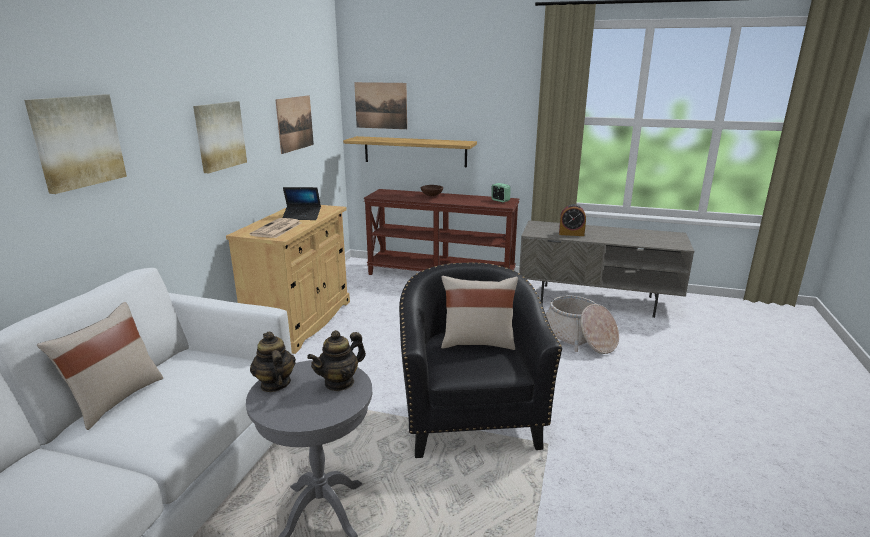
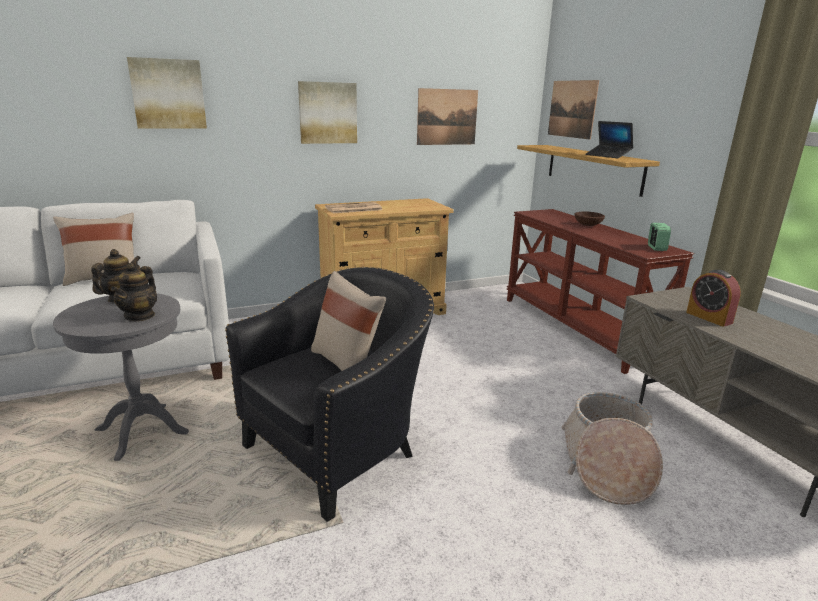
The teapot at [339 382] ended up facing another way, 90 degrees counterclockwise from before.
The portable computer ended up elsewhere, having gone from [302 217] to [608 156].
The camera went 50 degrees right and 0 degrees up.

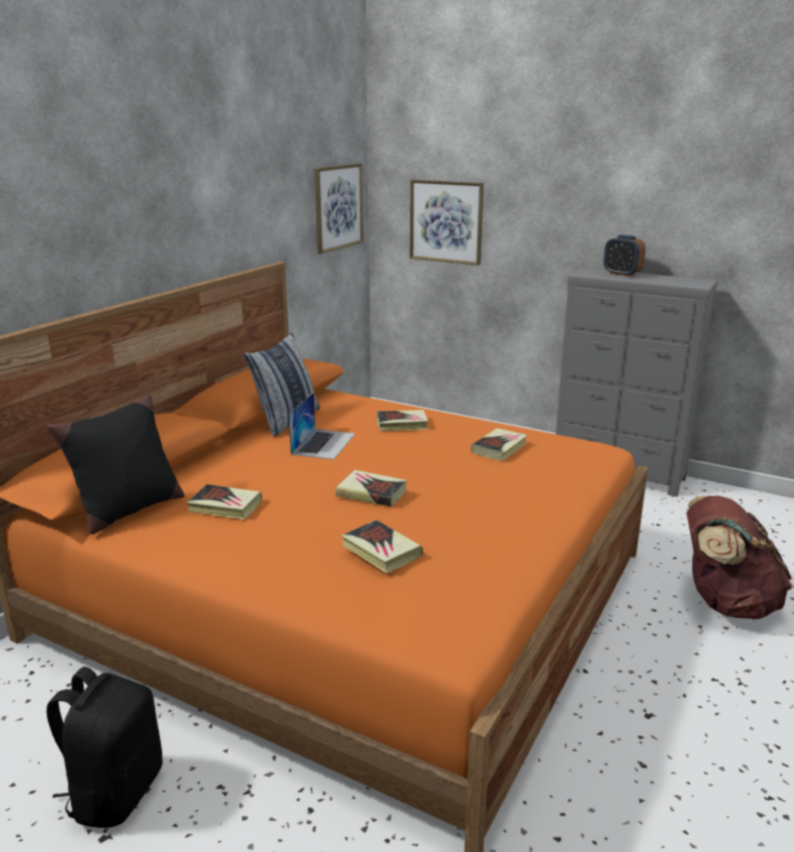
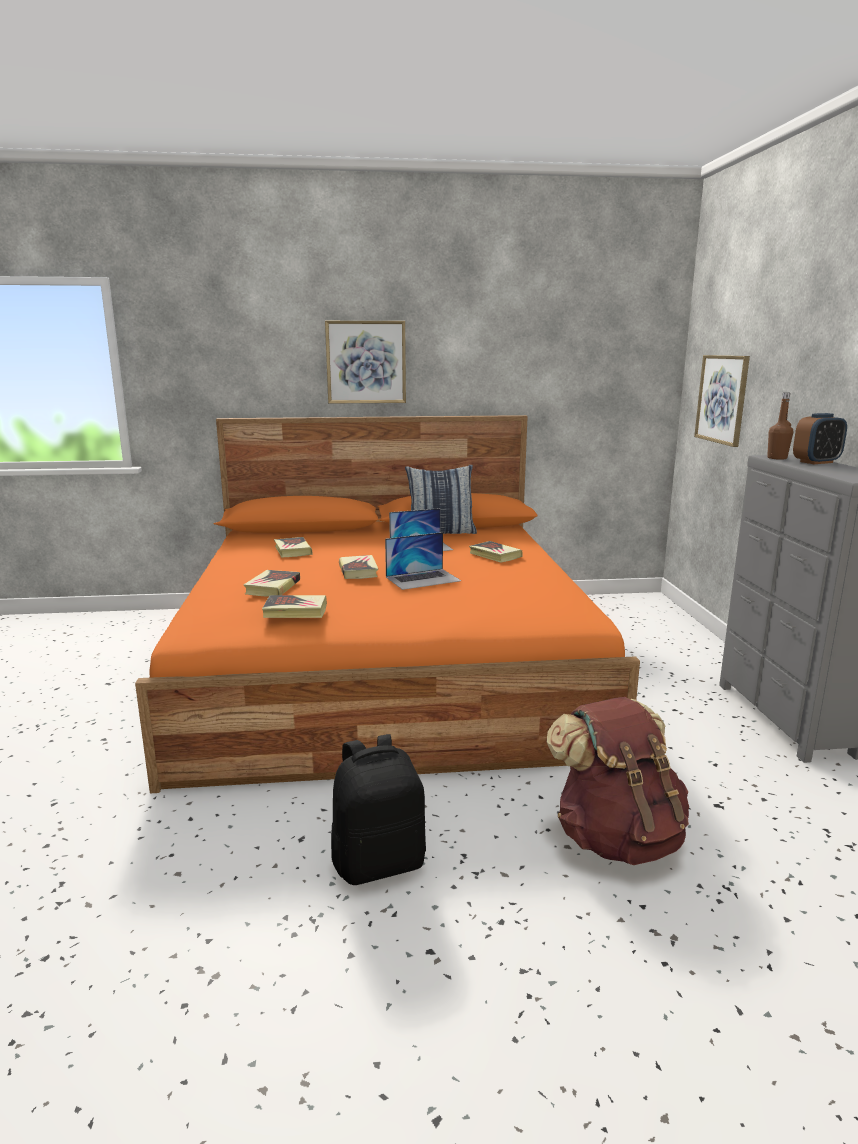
The book ended up elsewhere, having gone from [499 448] to [295 611].
The picture ended up elsewhere, having gone from [338 207] to [366 362].
The blackish knapsack ended up elsewhere, having gone from [115 792] to [379 862].
The second view gained the portable computer at [423 579].
The second view gained the brownish beverage bottle at [777 458].
The bedside clock at [622 274] ended up facing another way, 120 degrees counterclockwise from before.
The second view lost the blackish cushion at [128 511].
The camera went 55 degrees right and 5 degrees down.

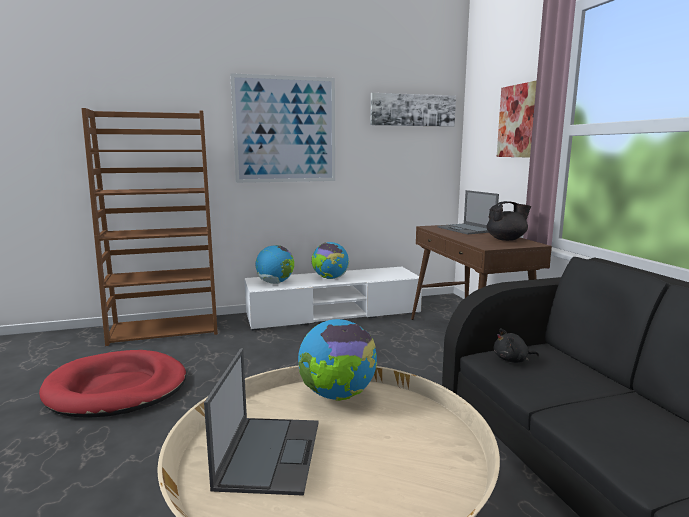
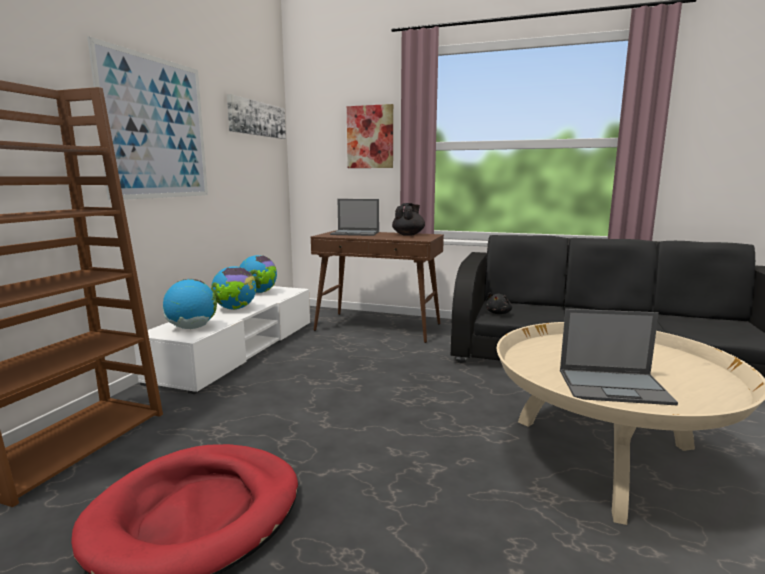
The desk globe ended up elsewhere, having gone from [337 395] to [258 293].
The portable computer at [269 453] ended up facing another way, 150 degrees clockwise from before.
The camera went 55 degrees left and 0 degrees up.

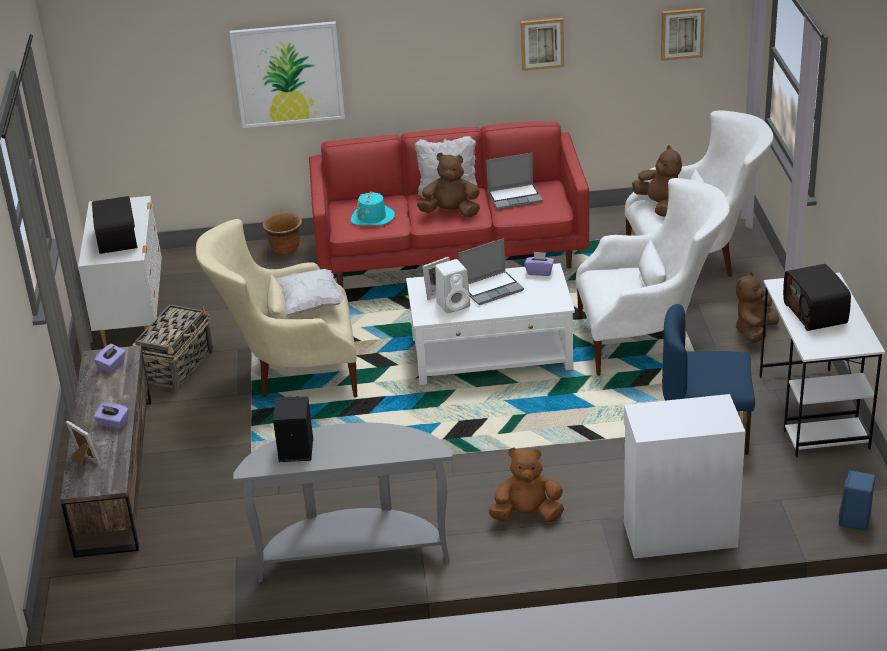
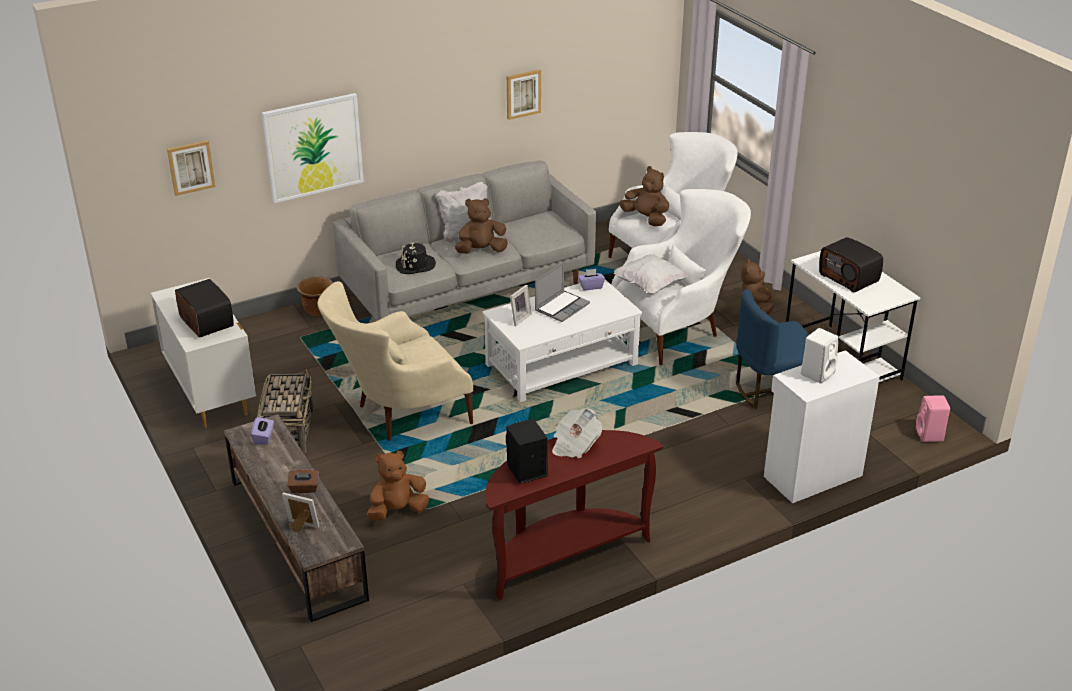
The picture ended up elsewhere, having gone from [682 33] to [191 167].
What was the purplish tissue holder at [113 423] turned into the brownish tissue holder at [304 489].
What was the red-coloured settee at [451 255] turned into the grey settee at [469 290].
The brownish cuddly toy ended up elsewhere, having gone from [527 515] to [397 511].
What was the blue-green clothing hat at [372 217] turned into the blackish clothing hat at [415 265].
What was the grey narrow table at [353 553] turned into the brownish narrow table at [564 554].
The second view gained the daily paper at [574 445].
The white-coloured cushion ended up elsewhere, having gone from [308 305] to [650 285].
The white-coloured speaker ended up elsewhere, having gone from [454 304] to [818 373].
What was the blue-coloured speaker at [855 520] turned into the pink-coloured speaker at [930 435].
The second view lost the portable computer at [515 197].
The camera went 25 degrees left and 0 degrees up.

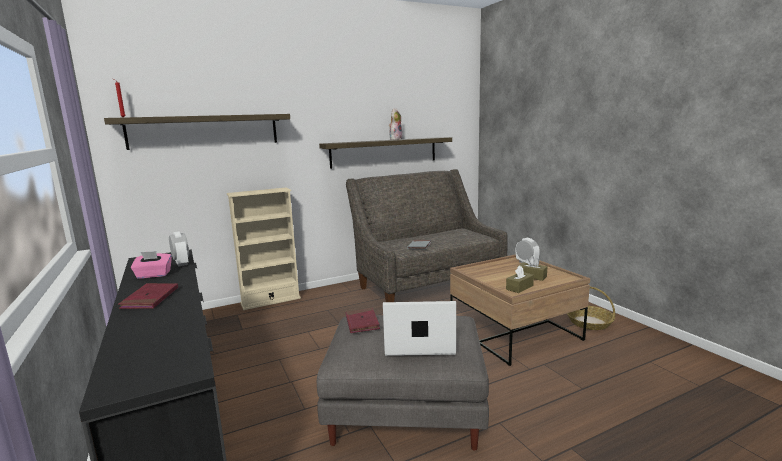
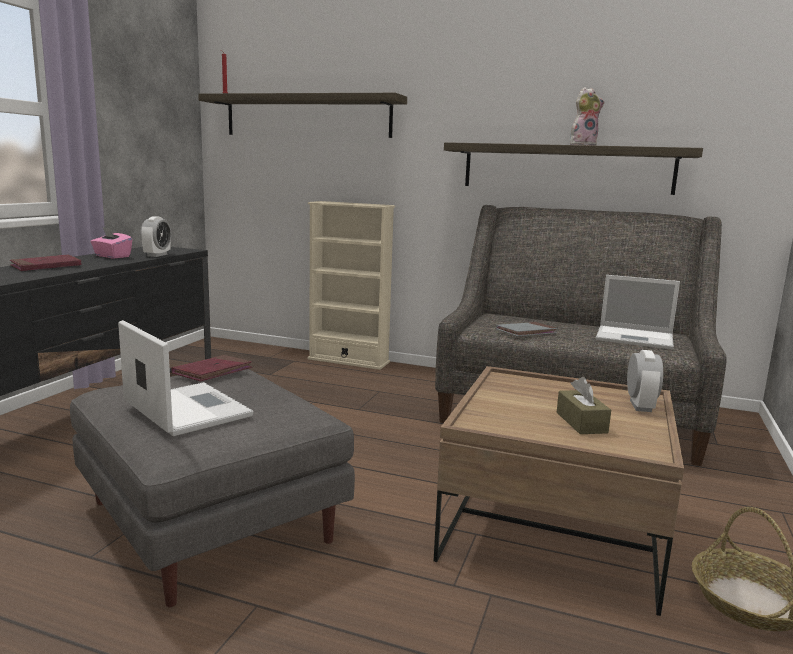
The second view gained the portable computer at [636 338].
The second view lost the brownish tissue holder at [519 287].
The camera went 45 degrees right and 0 degrees up.

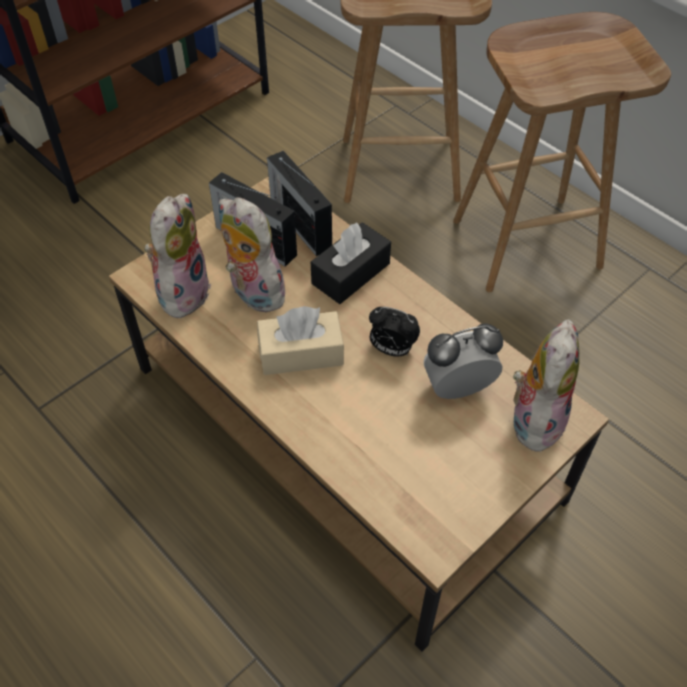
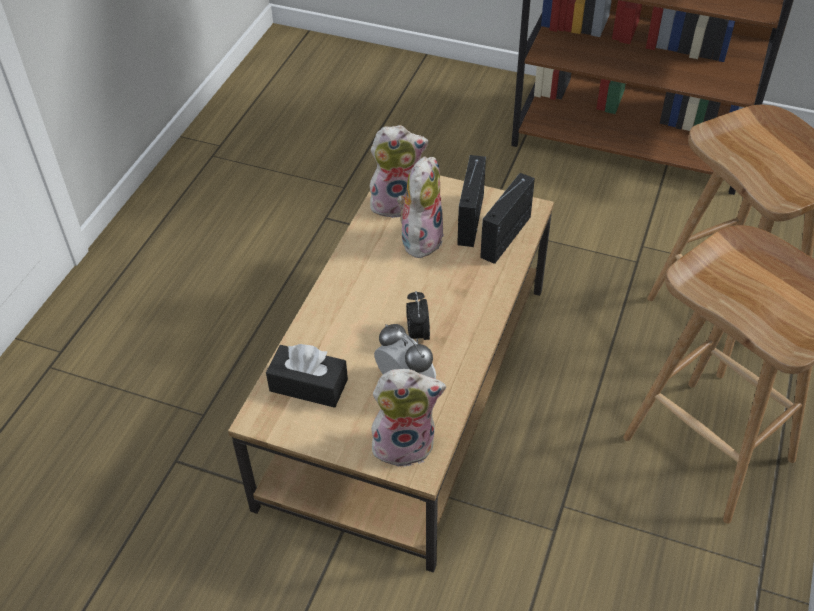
The blackish tissue holder ended up elsewhere, having gone from [351 273] to [308 385].
The second view lost the sand-coloured tissue holder at [301 353].
The camera went 65 degrees right and 5 degrees down.

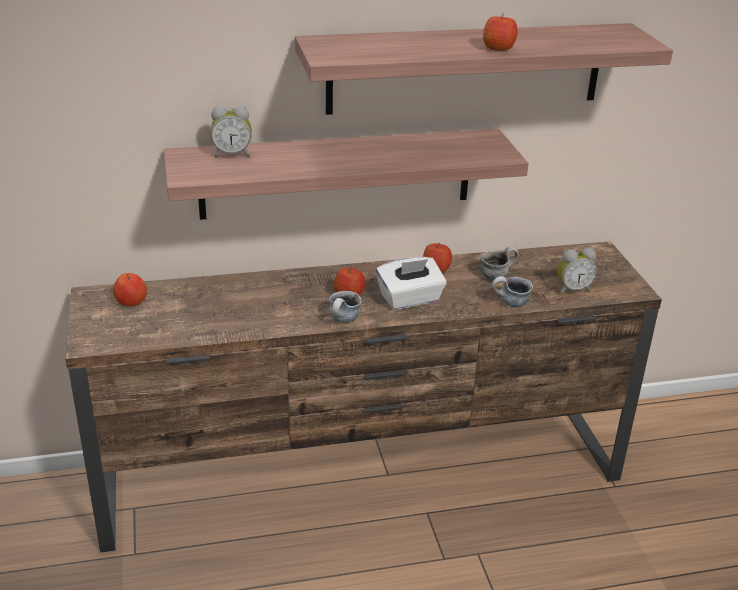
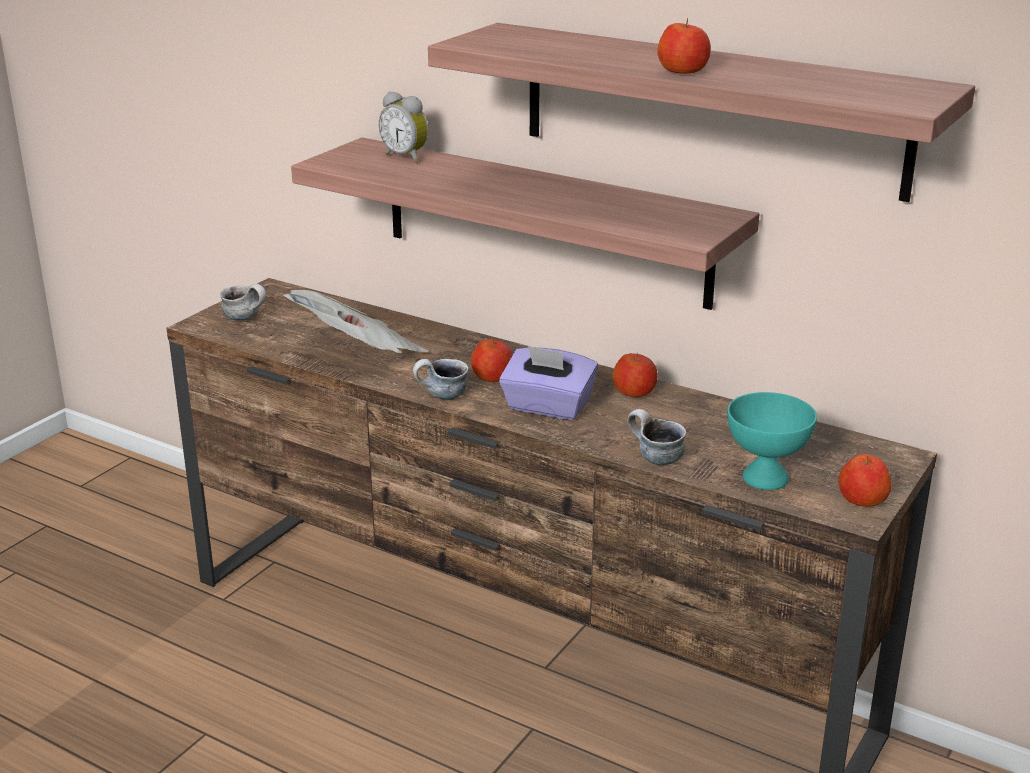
The mug ended up elsewhere, having gone from [497 275] to [247 318].
The second view gained the daily paper at [359 356].
What was the white-coloured tissue holder at [410 299] turned into the purplish tissue holder at [547 407].
Where the bedside clock stood at [572 289], the blue-green deep dish came to stand at [767 478].
The whole apple ended up elsewhere, having gone from [131 302] to [862 500].
The camera went 45 degrees right and 5 degrees down.

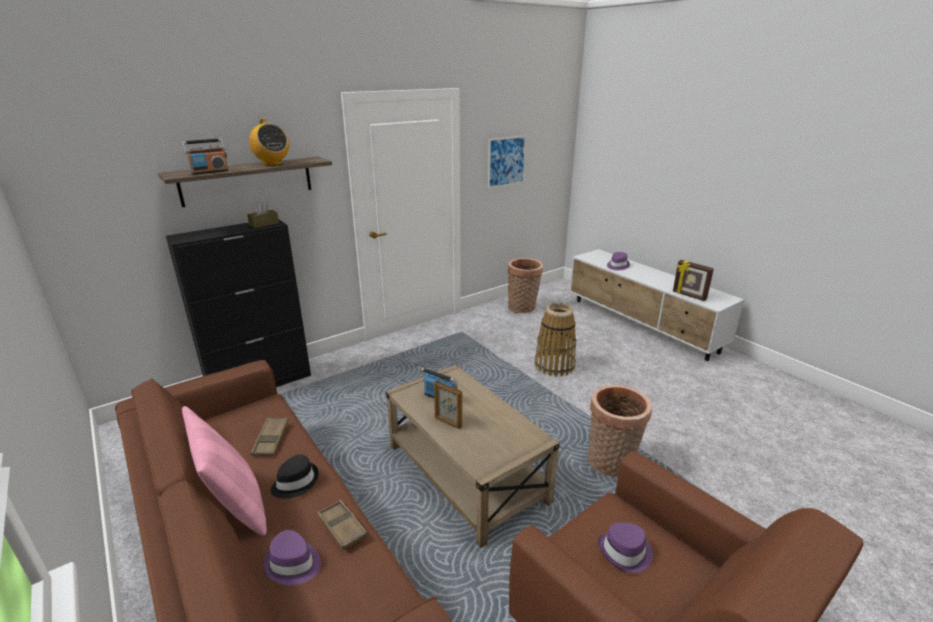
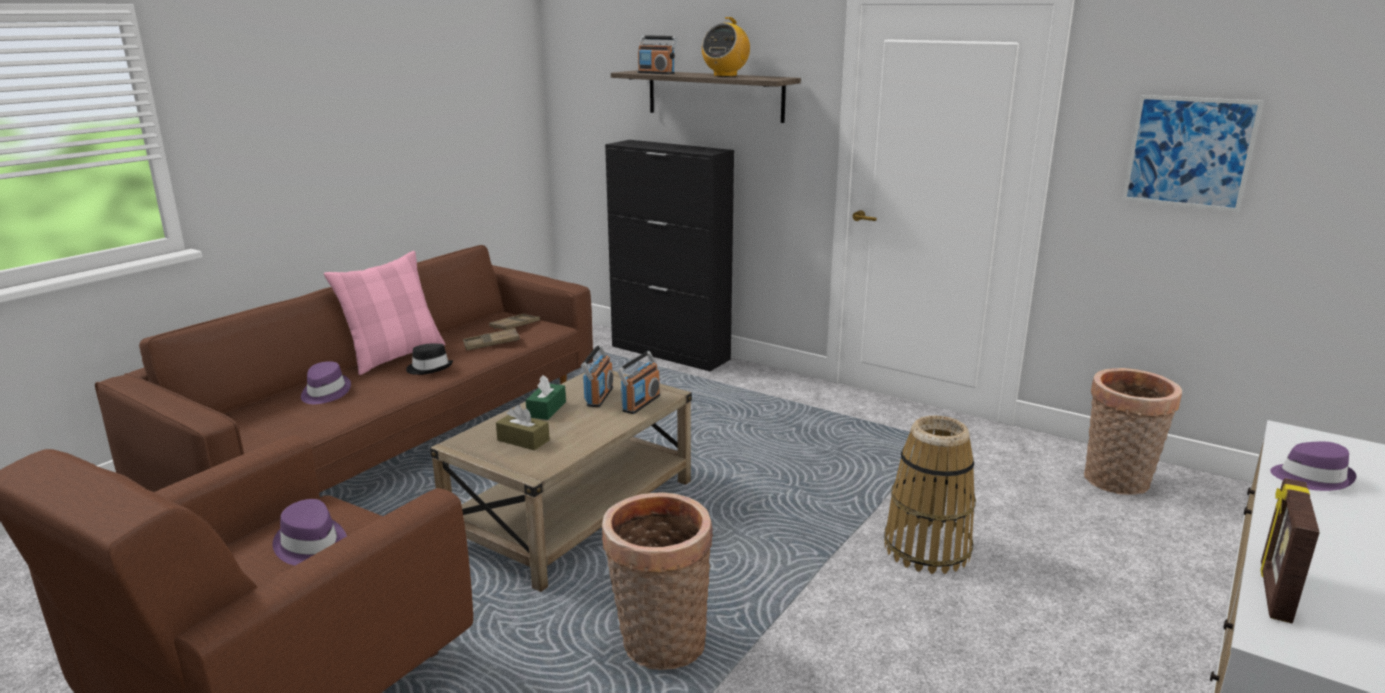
The brownish tray ended up elsewhere, having gone from [342 527] to [515 326].
The brownish tissue holder ended up elsewhere, having gone from [264 224] to [523 440].
Where the standing frame stood at [448 422], the greenish tissue holder came to stand at [546 409].
The second view gained the radio at [640 403].
The camera went 70 degrees right and 5 degrees down.

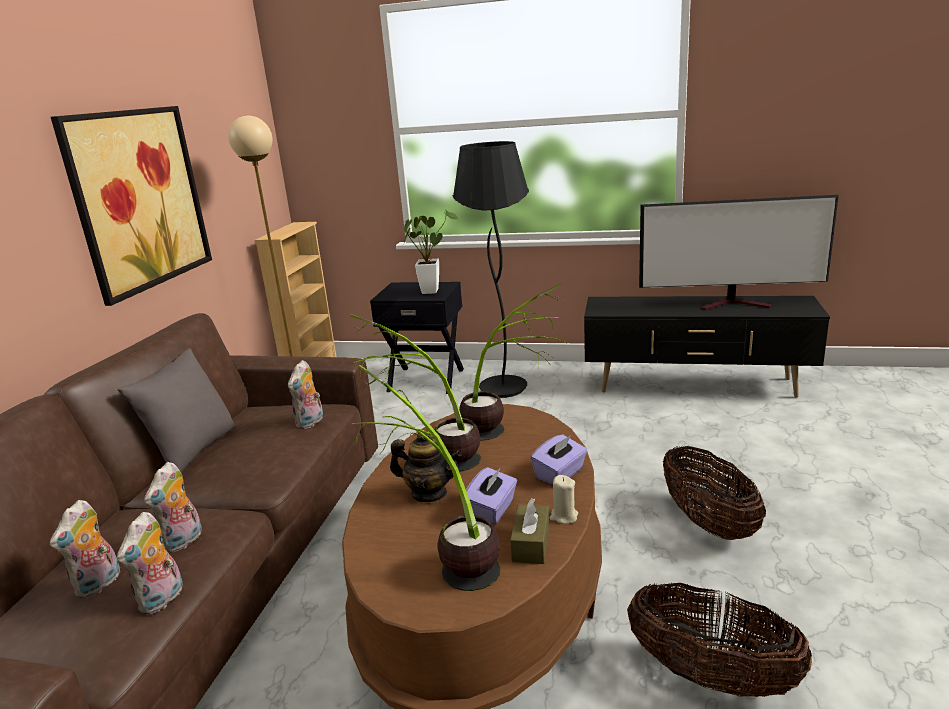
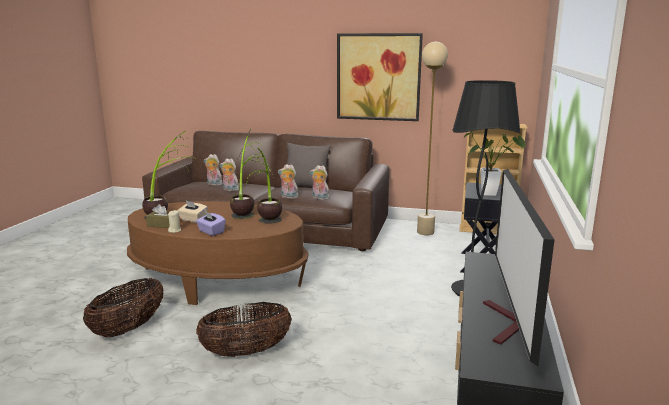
What was the purplish tissue holder at [492 510] turned into the sand-coloured tissue holder at [193 220].
The cuddly toy ended up elsewhere, having gone from [162 600] to [288 197].
The second view lost the teapot at [429 493].
The camera went 90 degrees right and 5 degrees down.

